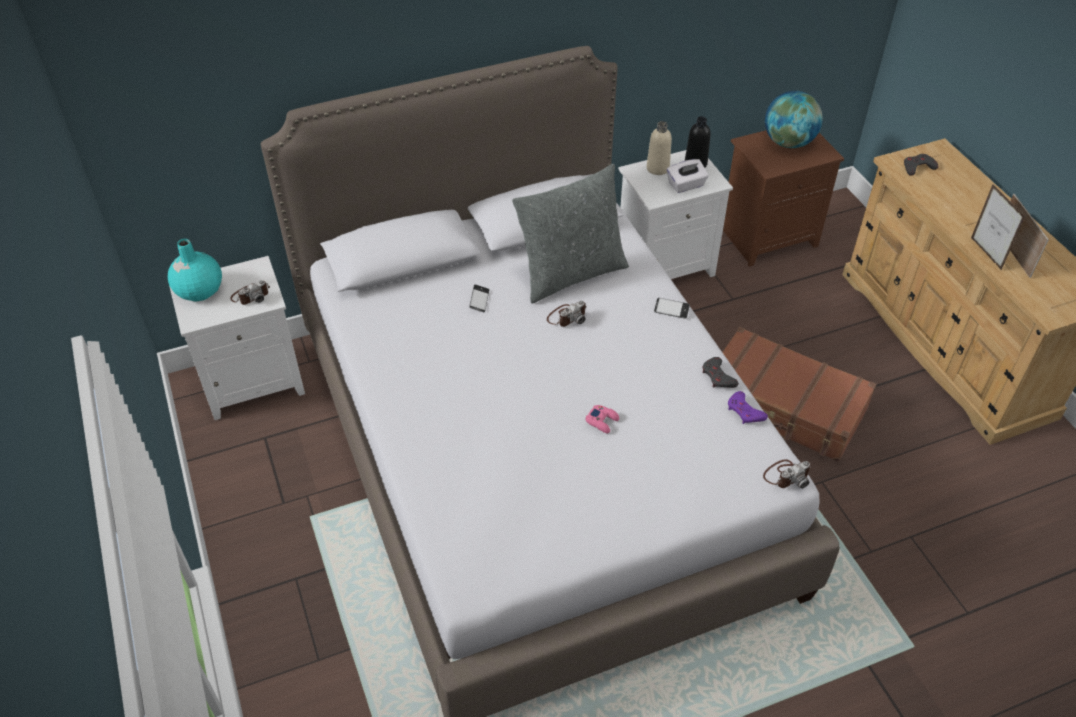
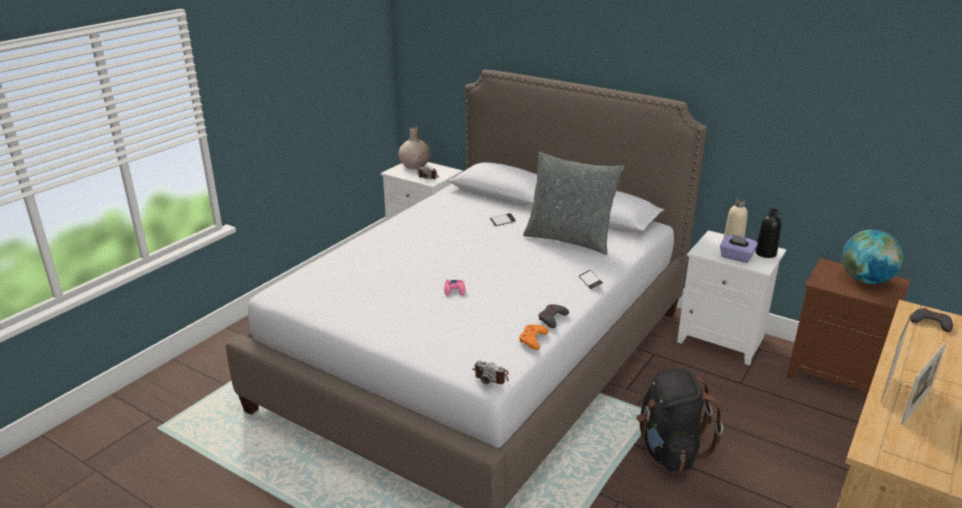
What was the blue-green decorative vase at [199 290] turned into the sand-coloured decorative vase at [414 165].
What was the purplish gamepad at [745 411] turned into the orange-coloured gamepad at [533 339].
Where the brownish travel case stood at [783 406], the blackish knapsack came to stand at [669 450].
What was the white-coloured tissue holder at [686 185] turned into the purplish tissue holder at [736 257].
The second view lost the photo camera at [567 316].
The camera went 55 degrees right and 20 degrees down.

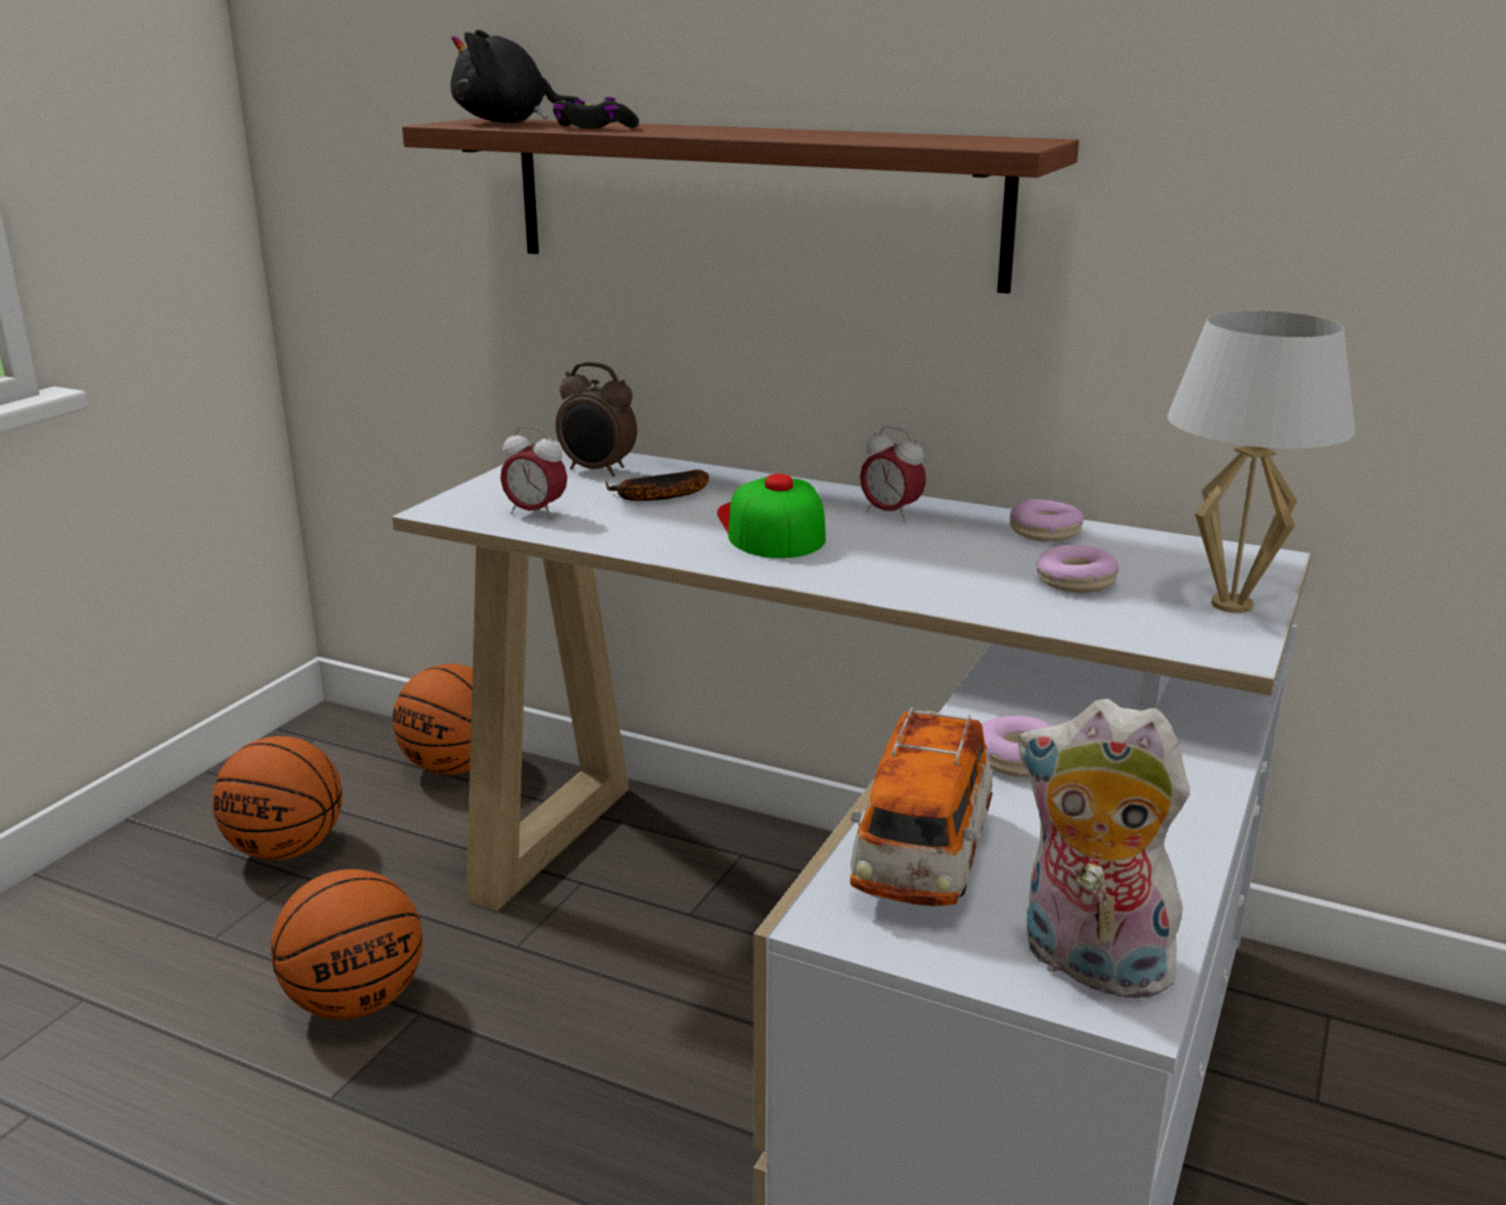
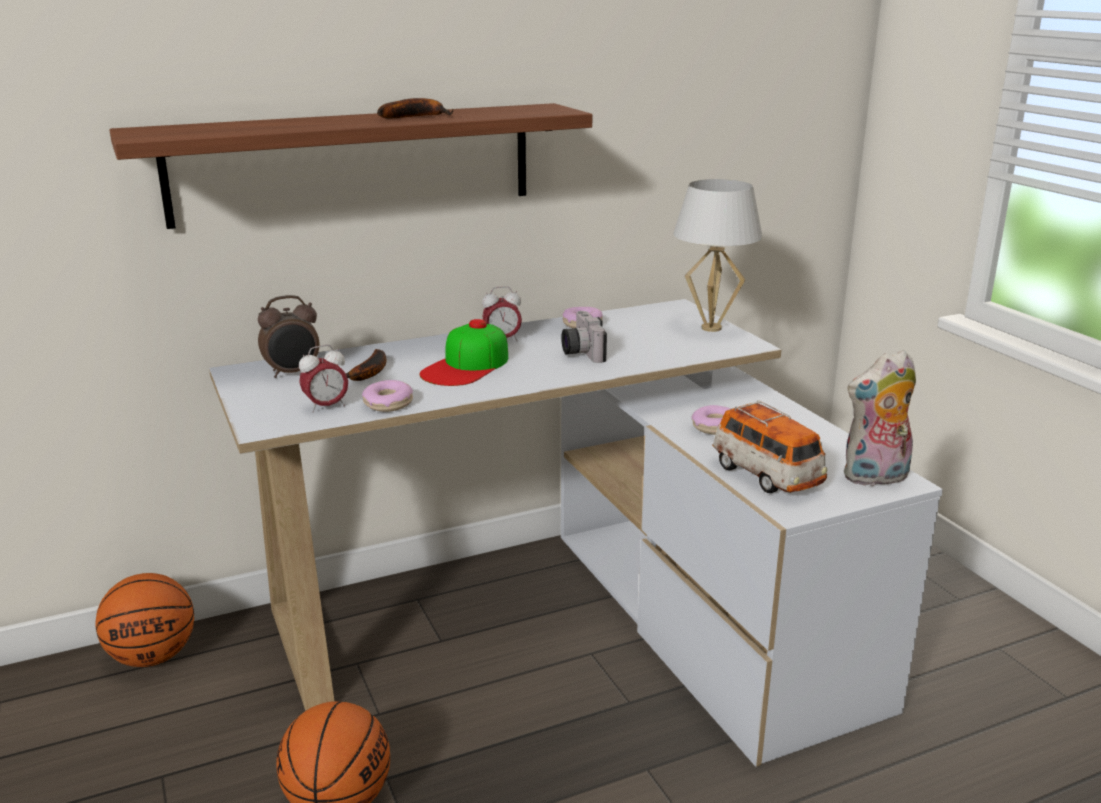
The doughnut ended up elsewhere, having gone from [1075 581] to [388 404].
The second view gained the banana fruit at [415 117].
The cap at [770 527] ended up facing another way, 90 degrees counterclockwise from before.
The second view gained the photo camera at [580 352].
The second view lost the basketball ball at [286 849].
The second view lost the blackish cuddly toy at [509 122].
The second view lost the blackish gamepad at [593 128].
The camera went 50 degrees left and 0 degrees up.

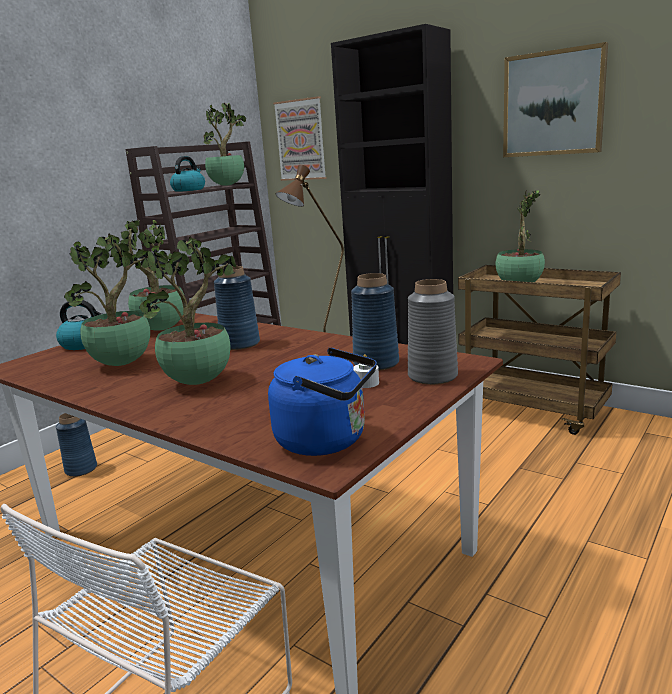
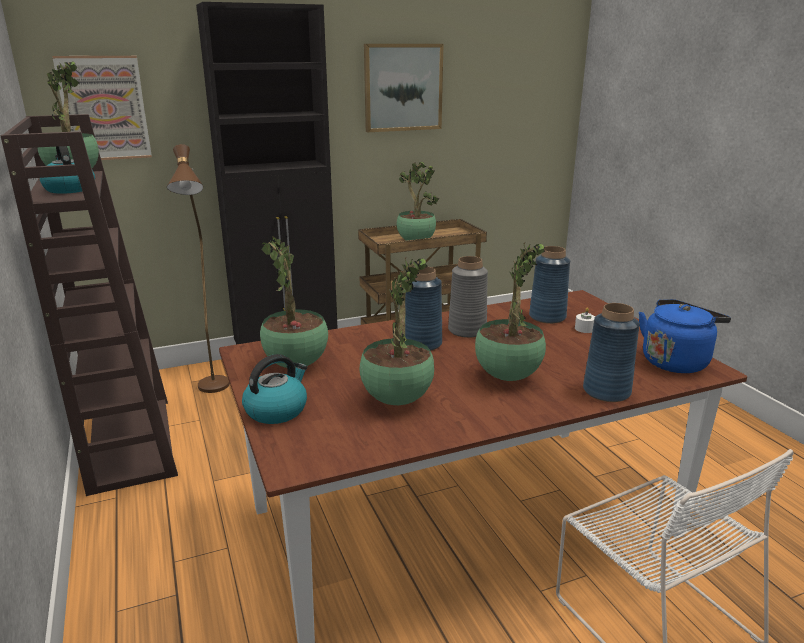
The grey decorative vase ended up elsewhere, having gone from [432 376] to [467 330].
The blue-coloured decorative vase ended up elsewhere, having gone from [81 469] to [606 391].
The camera went 60 degrees left and 5 degrees up.

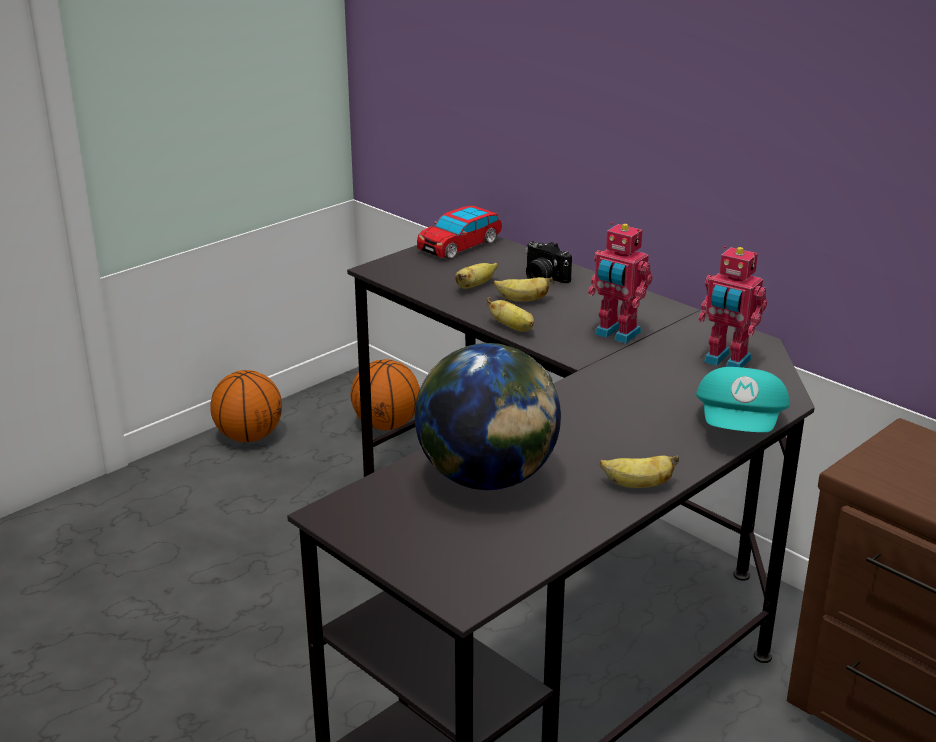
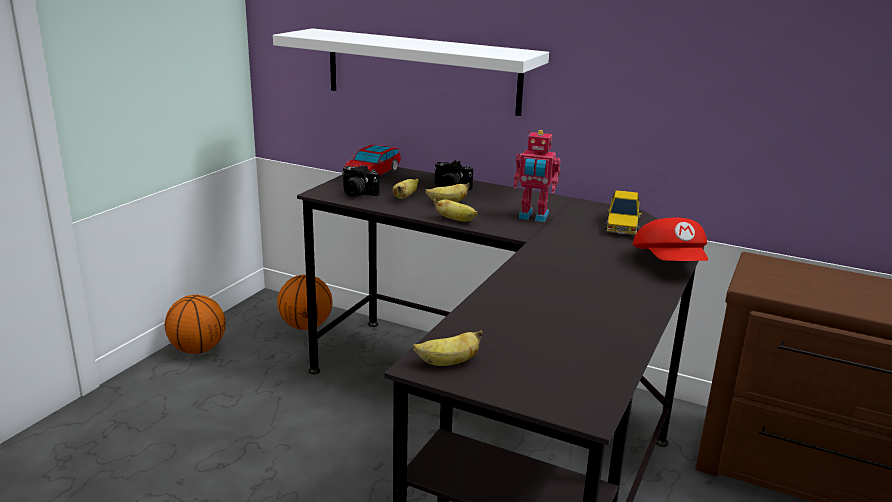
The second view gained the white-coloured wall shelf at [422 71].
The second view gained the photo camera at [357 193].
The banana fruit ended up elsewhere, having gone from [637 485] to [448 363].
Where the toy robot stood at [726 362], the model car came to stand at [622 226].
What was the blue-green cap at [740 426] turned into the red-coloured cap at [670 263].
The second view lost the desk globe at [487 479].
The camera went 20 degrees left and 5 degrees down.

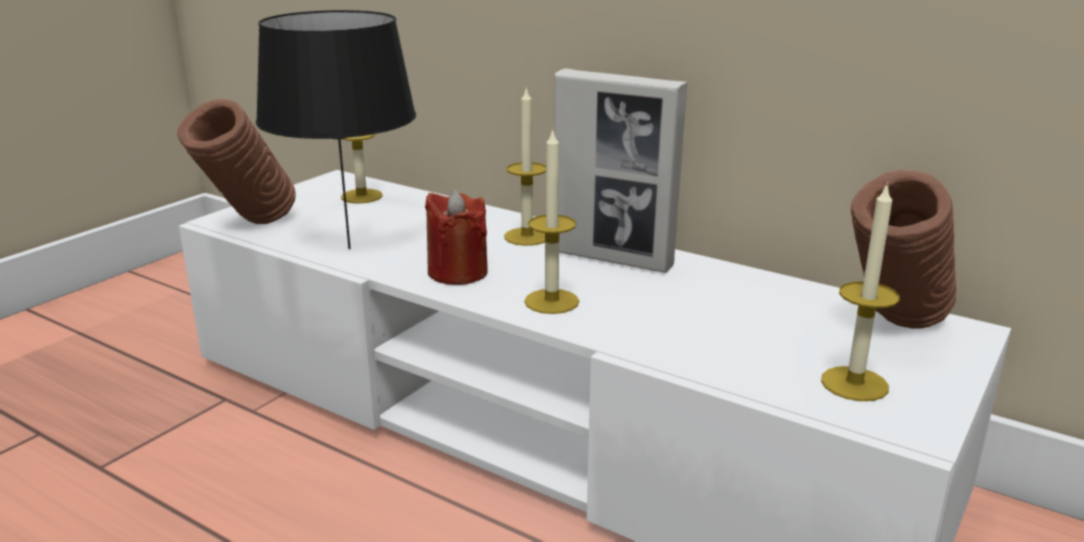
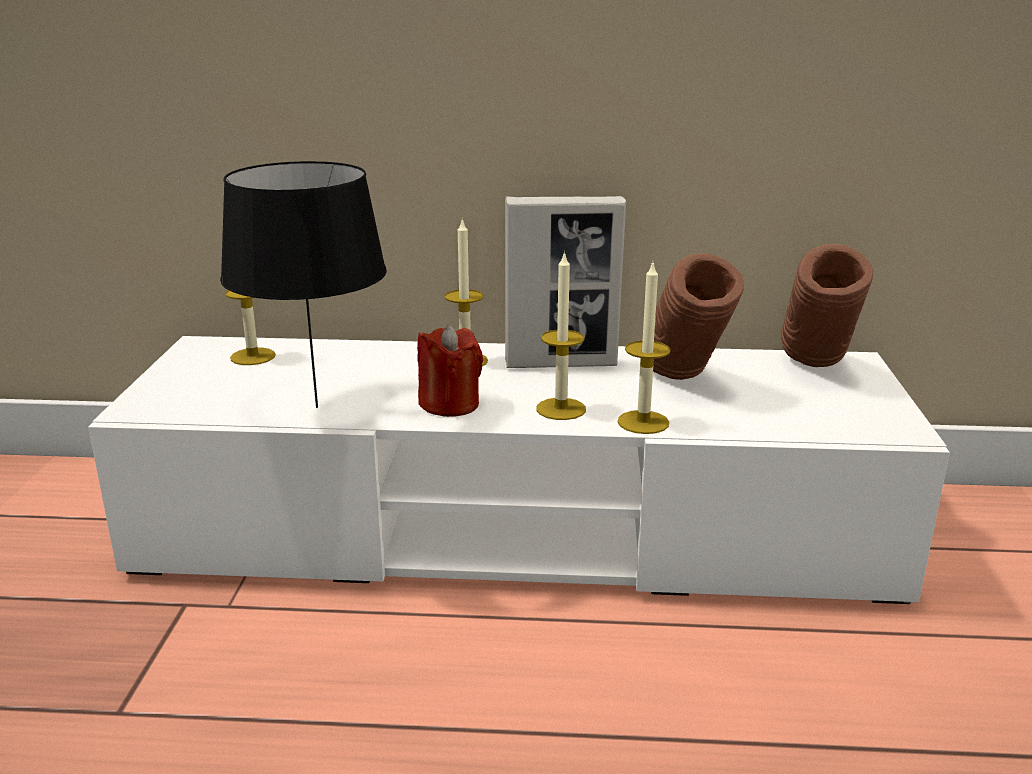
The wax candle ended up elsewhere, having gone from [854 384] to [643 422].
The brownish decorative vase ended up elsewhere, having gone from [249 227] to [684 384].
The camera went 30 degrees left and 0 degrees up.

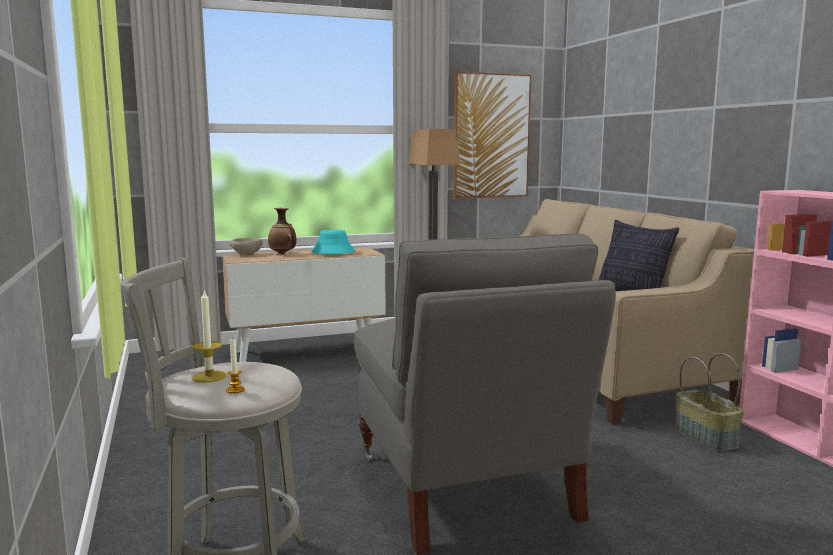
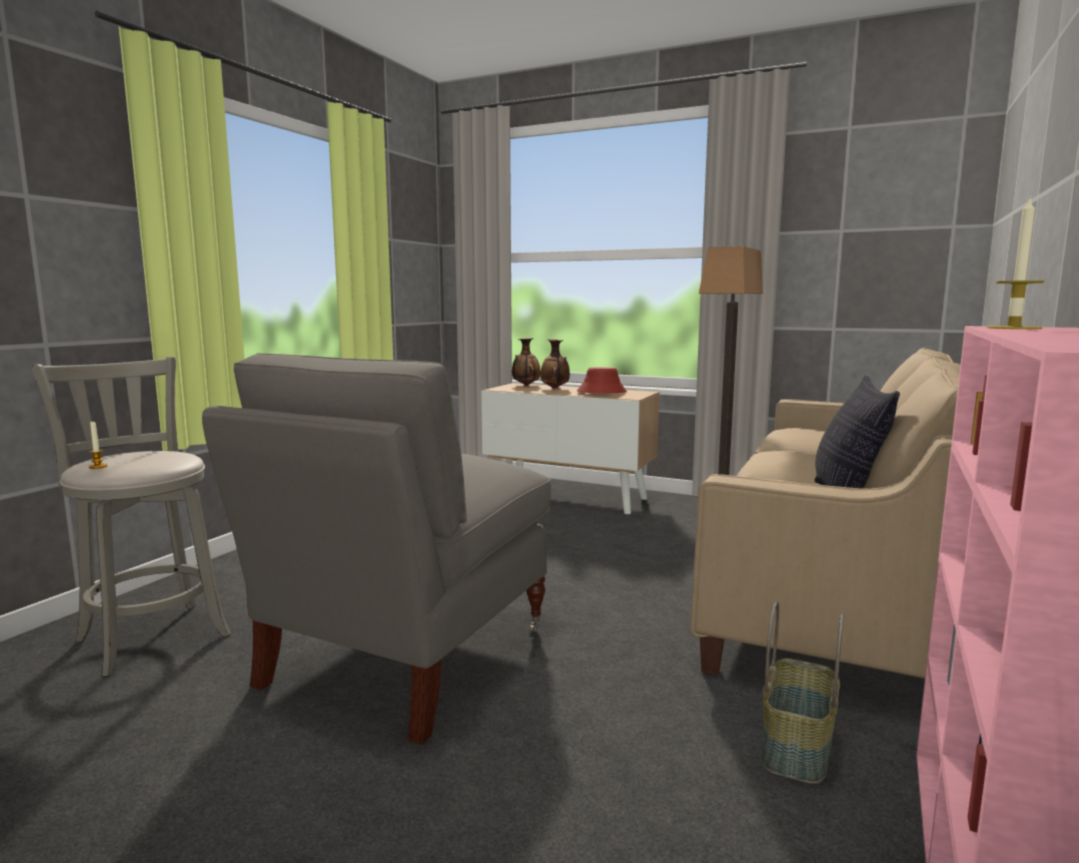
Where the sand-coloured deep dish stood at [246 254], the decorative vase came to stand at [525 385].
What was the blue-green clothing hat at [333 252] turned into the red-coloured clothing hat at [601 392].
The wax candle ended up elsewhere, having gone from [209 376] to [1013 328].
The second view lost the picture at [491 136].
The camera went 45 degrees right and 0 degrees up.

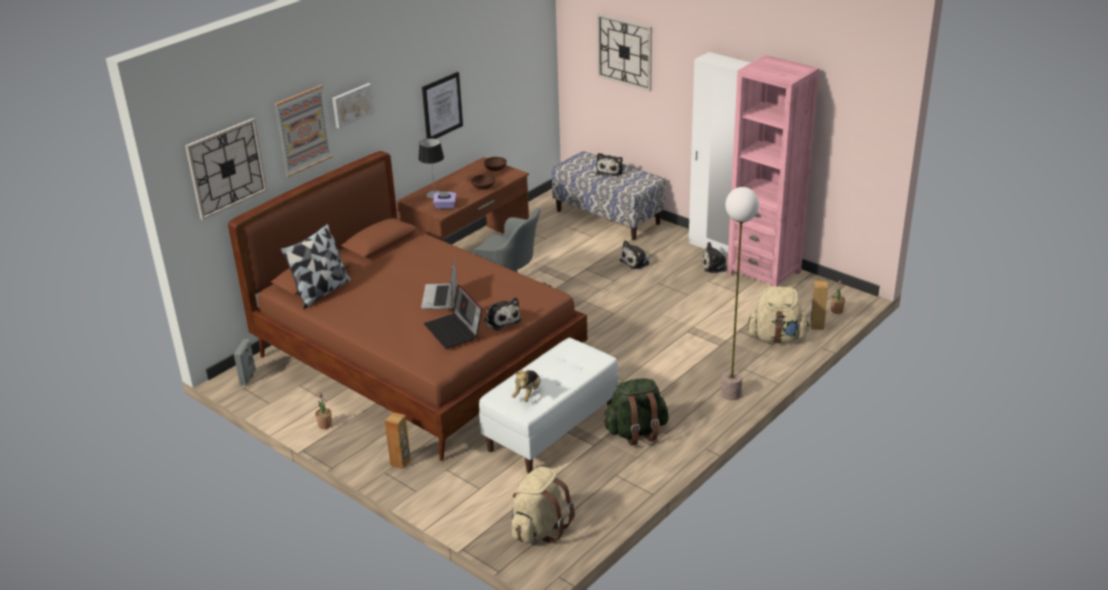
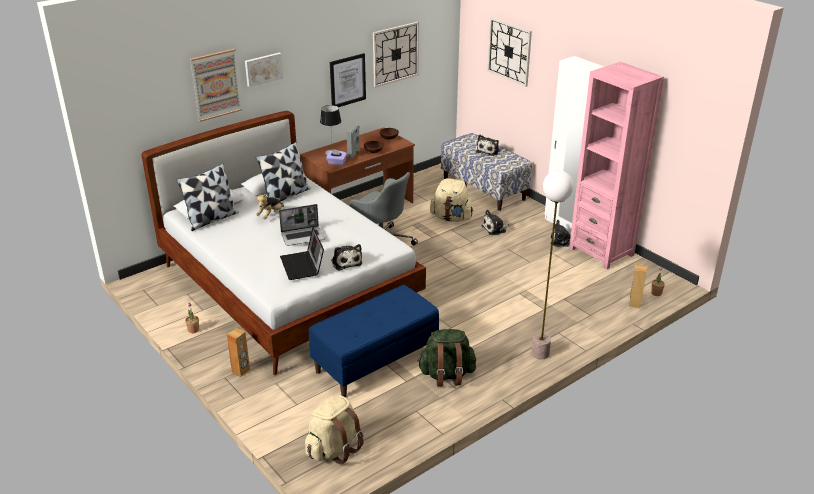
What was the brownish sleeping bed at [419 361] turned into the white-coloured sleeping bed at [288 287].
The second view gained the cushion at [286 195].
The cuddly toy ended up elsewhere, having gone from [527 394] to [270 215].
The portable computer at [440 298] ended up facing another way, 120 degrees counterclockwise from before.
What was the white-coloured indoor bench at [551 428] turned into the blue-coloured indoor bench at [375 361].
The grey speaker ended up elsewhere, having gone from [249 377] to [354 154].
The wall clock ended up elsewhere, having gone from [226 168] to [395 54].
The sand-coloured knapsack ended up elsewhere, having gone from [777 337] to [451 218].
The camera went 10 degrees right and 0 degrees up.

